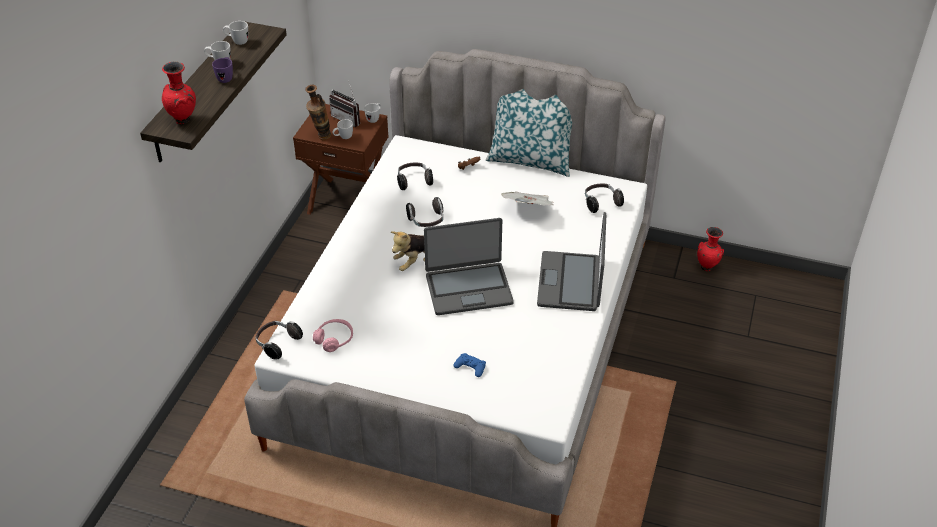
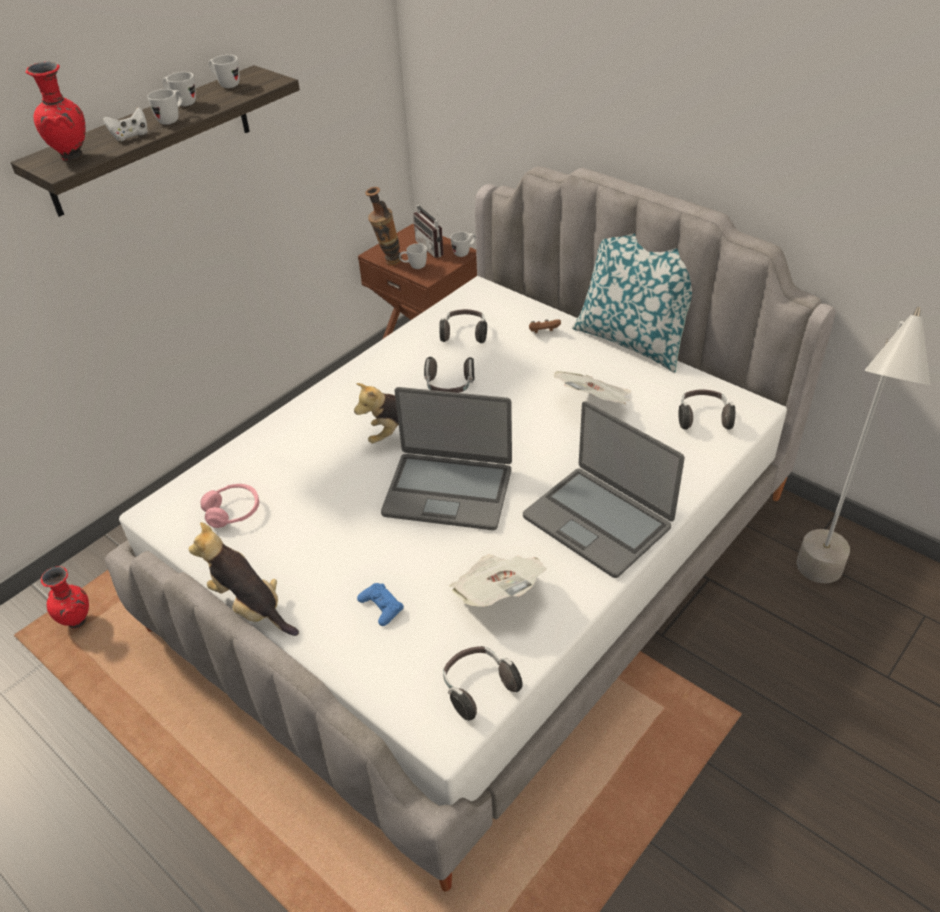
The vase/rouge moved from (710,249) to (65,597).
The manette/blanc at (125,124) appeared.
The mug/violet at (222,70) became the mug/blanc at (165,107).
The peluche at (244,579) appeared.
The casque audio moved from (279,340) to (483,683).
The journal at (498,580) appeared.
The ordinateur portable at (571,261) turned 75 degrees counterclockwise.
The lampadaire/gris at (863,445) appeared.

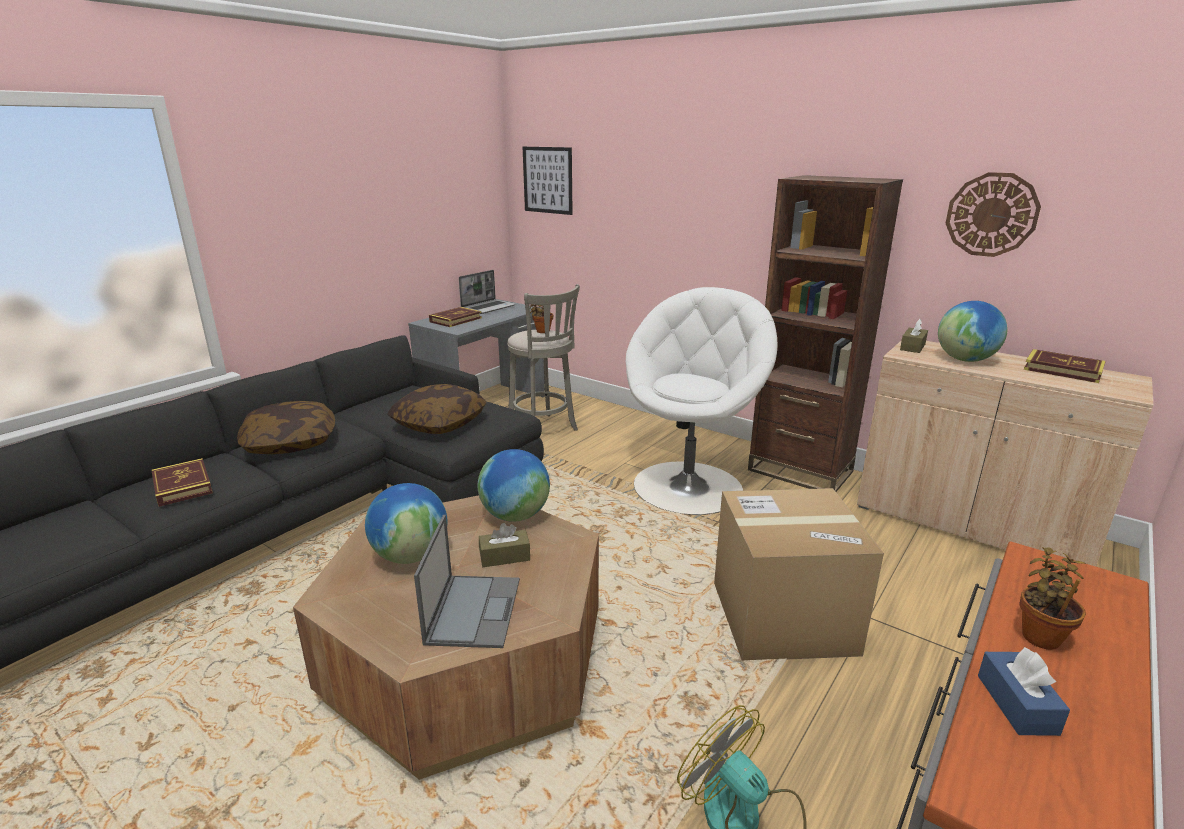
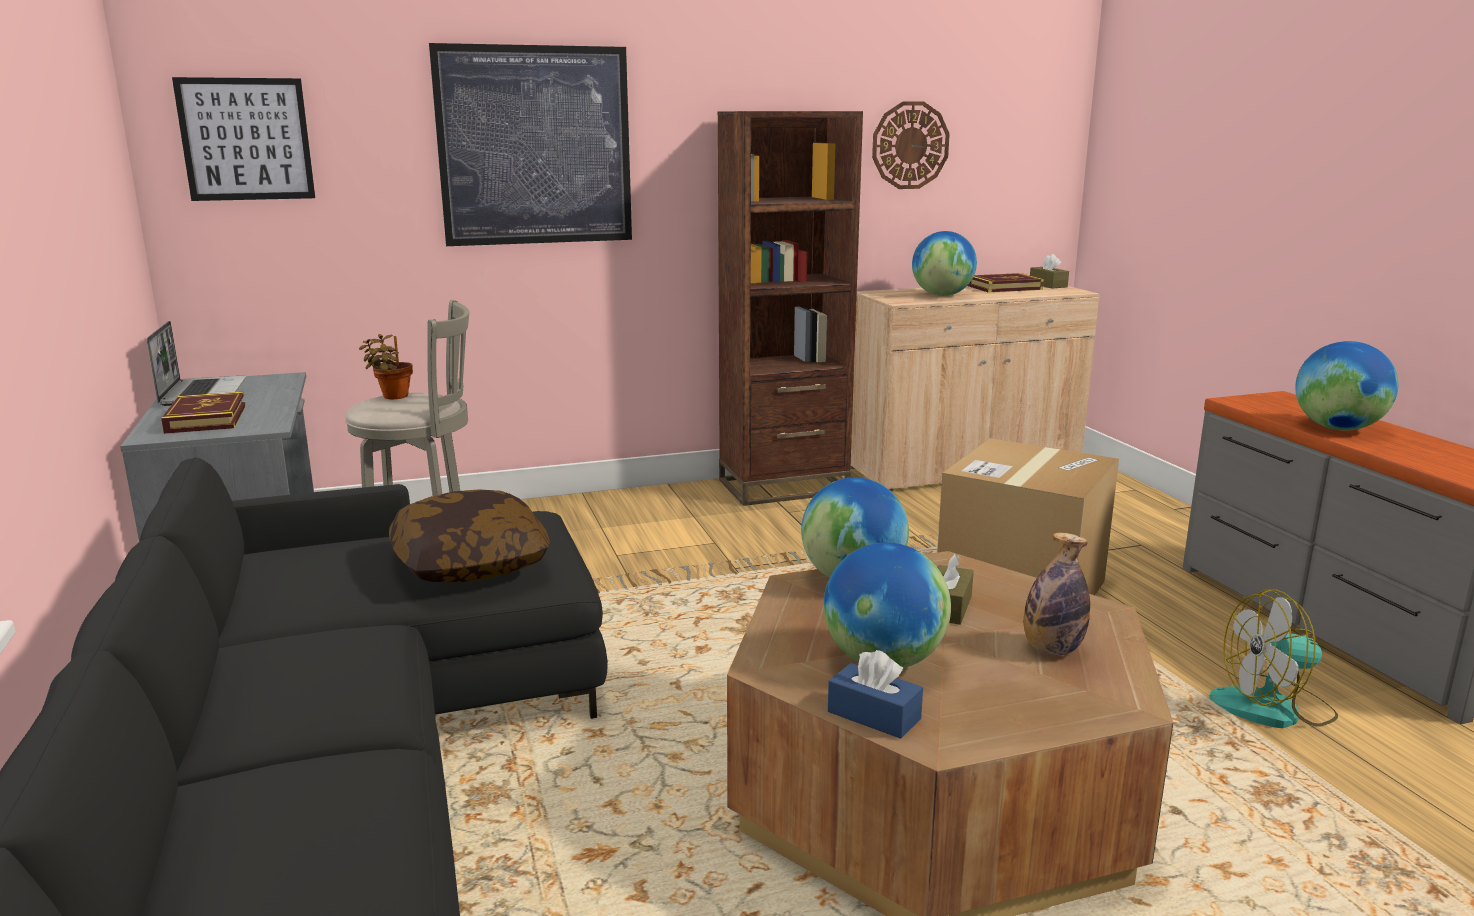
The tableau at (530,144) appeared.
The boîte à mouchoirs/bleu moved from (1024,691) to (875,694).
The ordinateur portable at (467,581) was replaced by the bouteille at (1057,593).
The boîte à mouchoirs/marron moved from (914,336) to (1049,271).
The plante en pot at (1053,598) was replaced by the globe at (1346,386).
The livre at (182,482) disappeared.
The coussin at (286,427) disappeared.
The fauteuil/blanc at (701,401) disappeared.

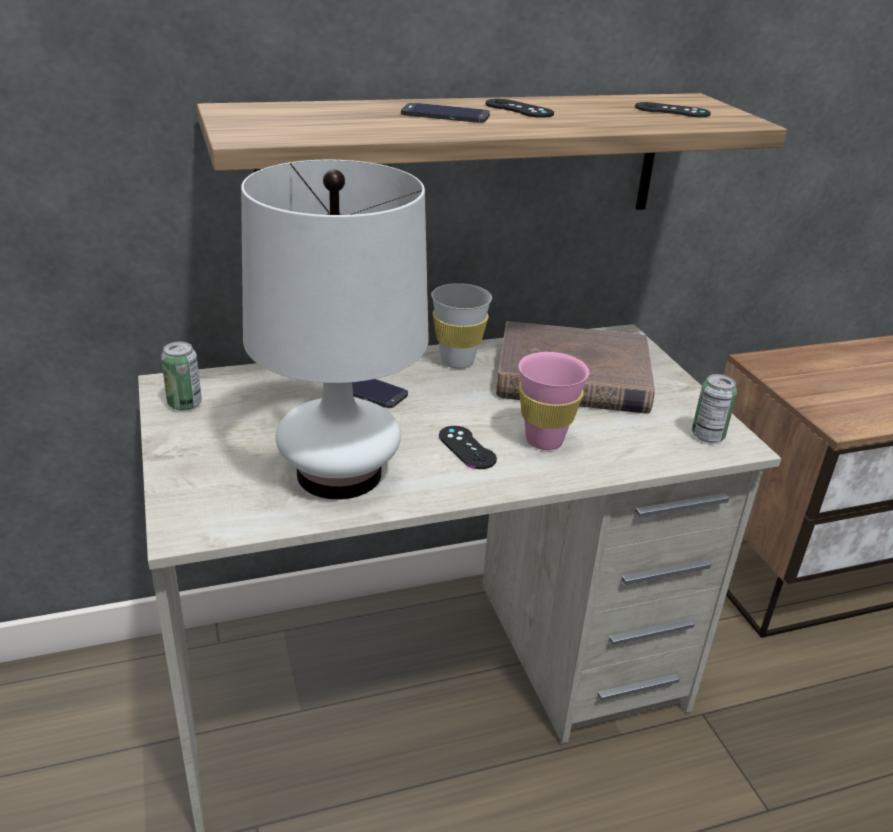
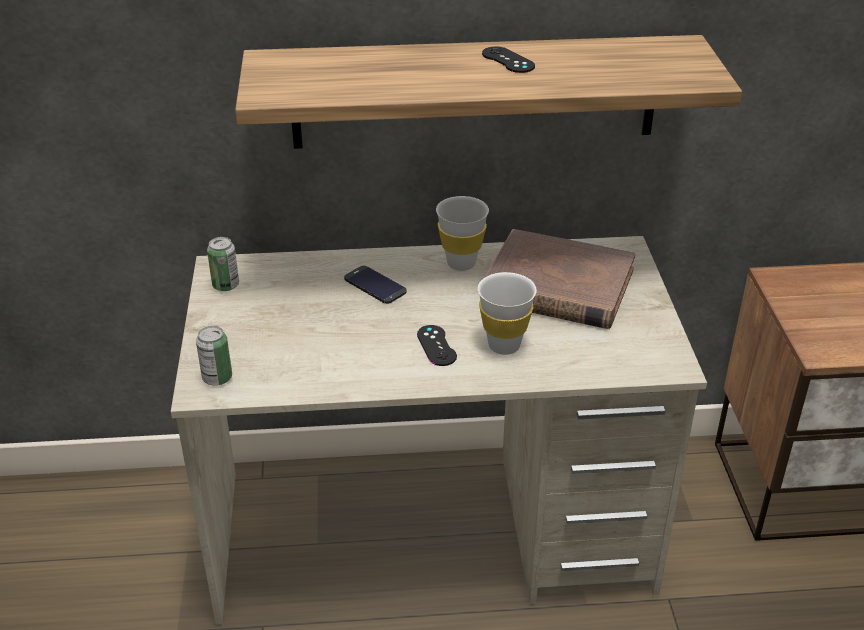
The boîte métallique moved from (714,408) to (214,356).
The tasse/rose at (554,401) became the tasse/blanc at (507,313).
The lampe de table/blanc at (335,329) disappeared.
The téléphone at (445,113) disappeared.
The manette/noir at (673,109) disappeared.

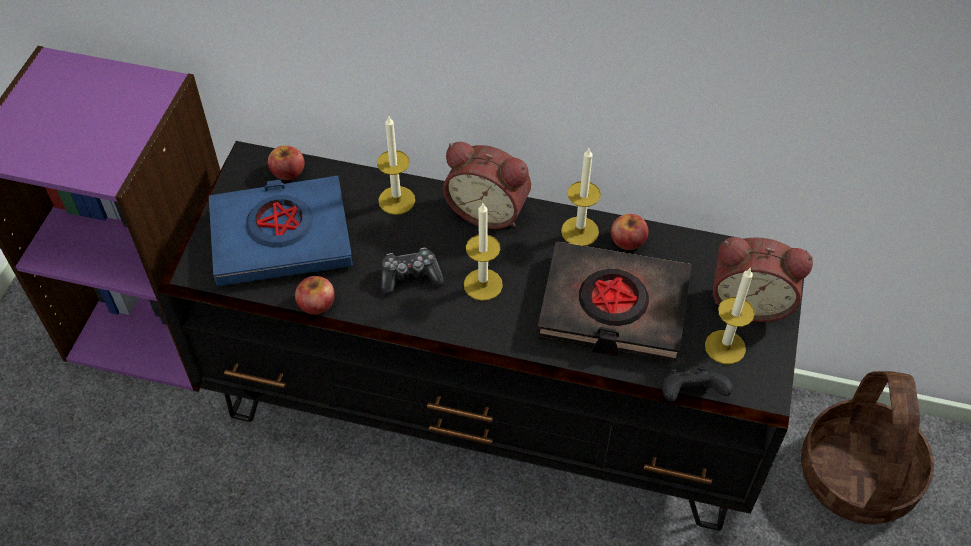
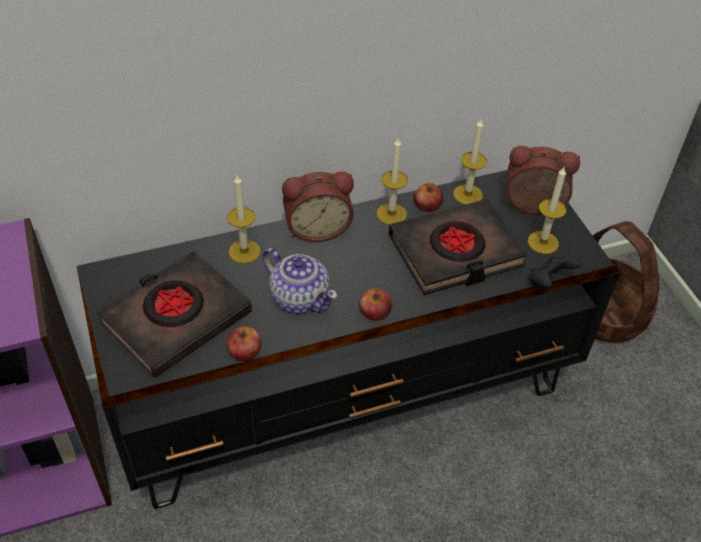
The livre/bleu at (281,231) became the livre/noir at (174,314).
The manette at (412,271) was replaced by the théière at (300,281).
The pomme moved from (286,162) to (375,304).
The bougie moved from (483,252) to (470,162).
The réveil at (763,279) turned 150 degrees counterclockwise.

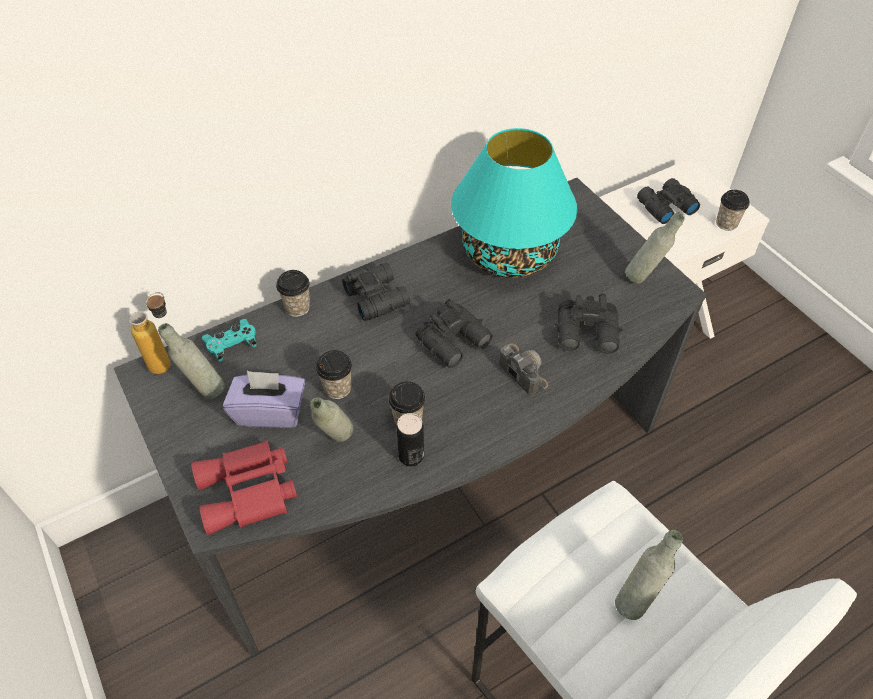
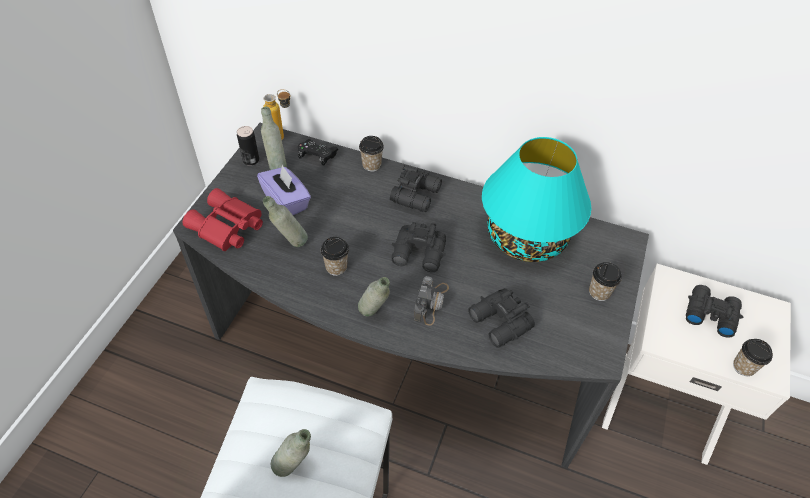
The boîte métallique moved from (410,440) to (248,145).
The manette/turquoise at (229,340) became the manette/noir at (318,152).
The bouteille/gris moved from (654,248) to (374,296).
The tasse moved from (334,374) to (605,281).

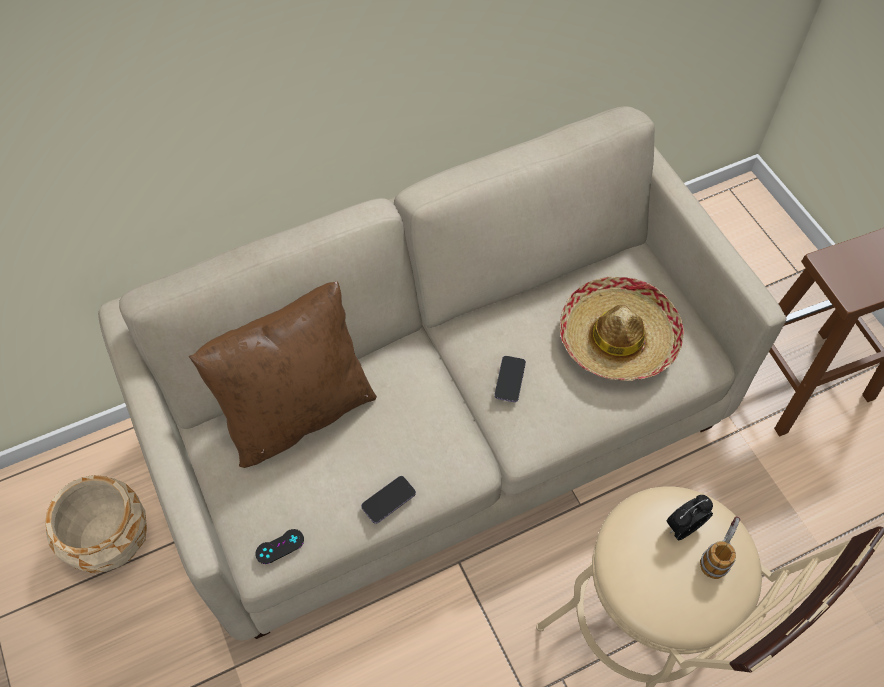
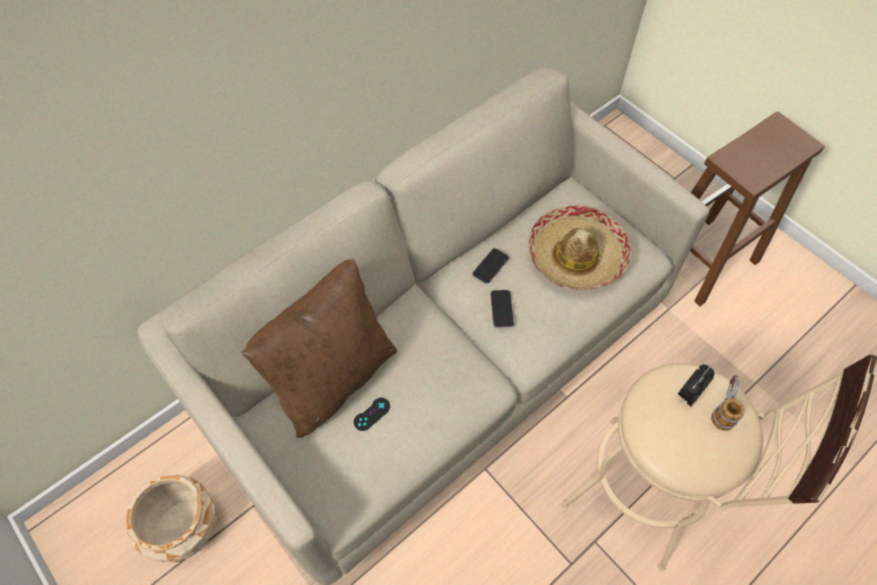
The manette/noir moved from (279,546) to (372,414).
The téléphone moved from (388,500) to (491,266).

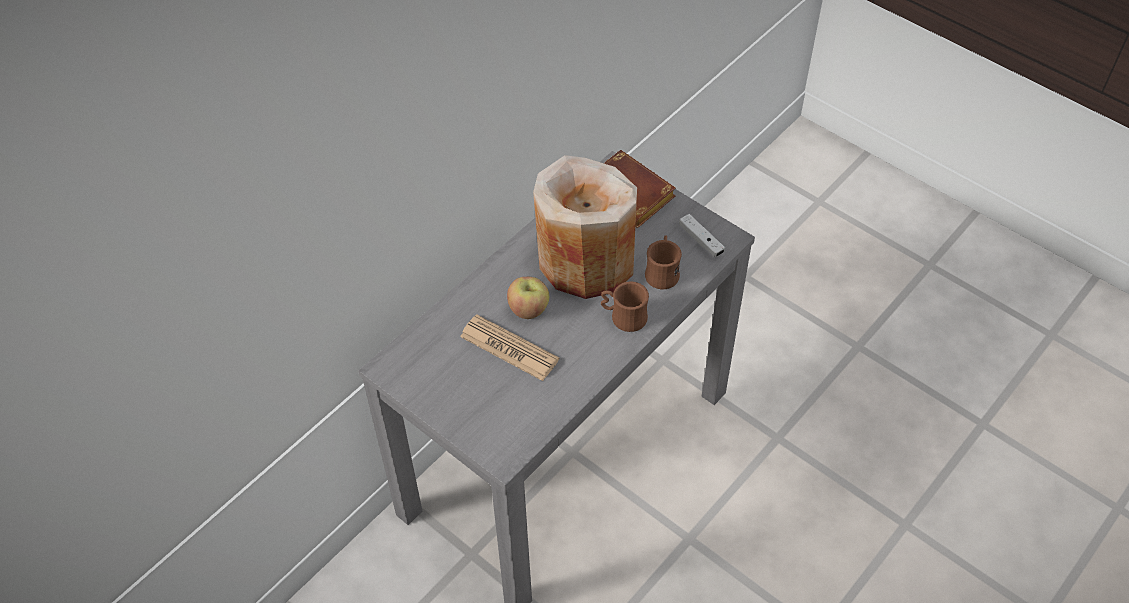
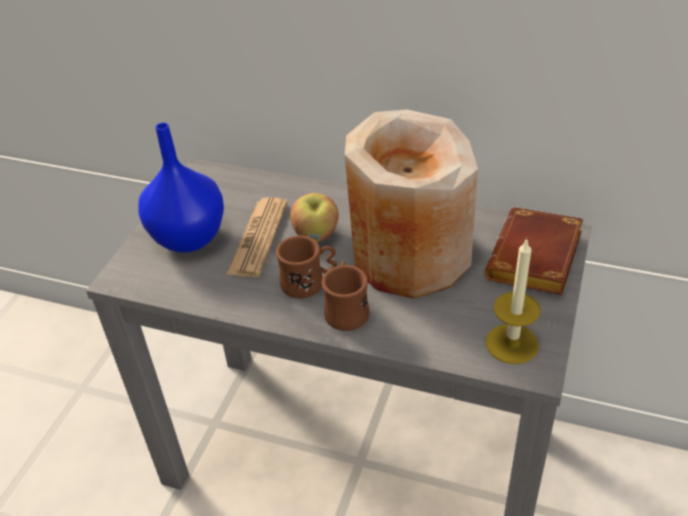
The vase/bleu at (181,188) appeared.
The mug/marron moved from (663,262) to (306,266).
The manette/blanc at (702,235) was replaced by the bougie at (513,301).

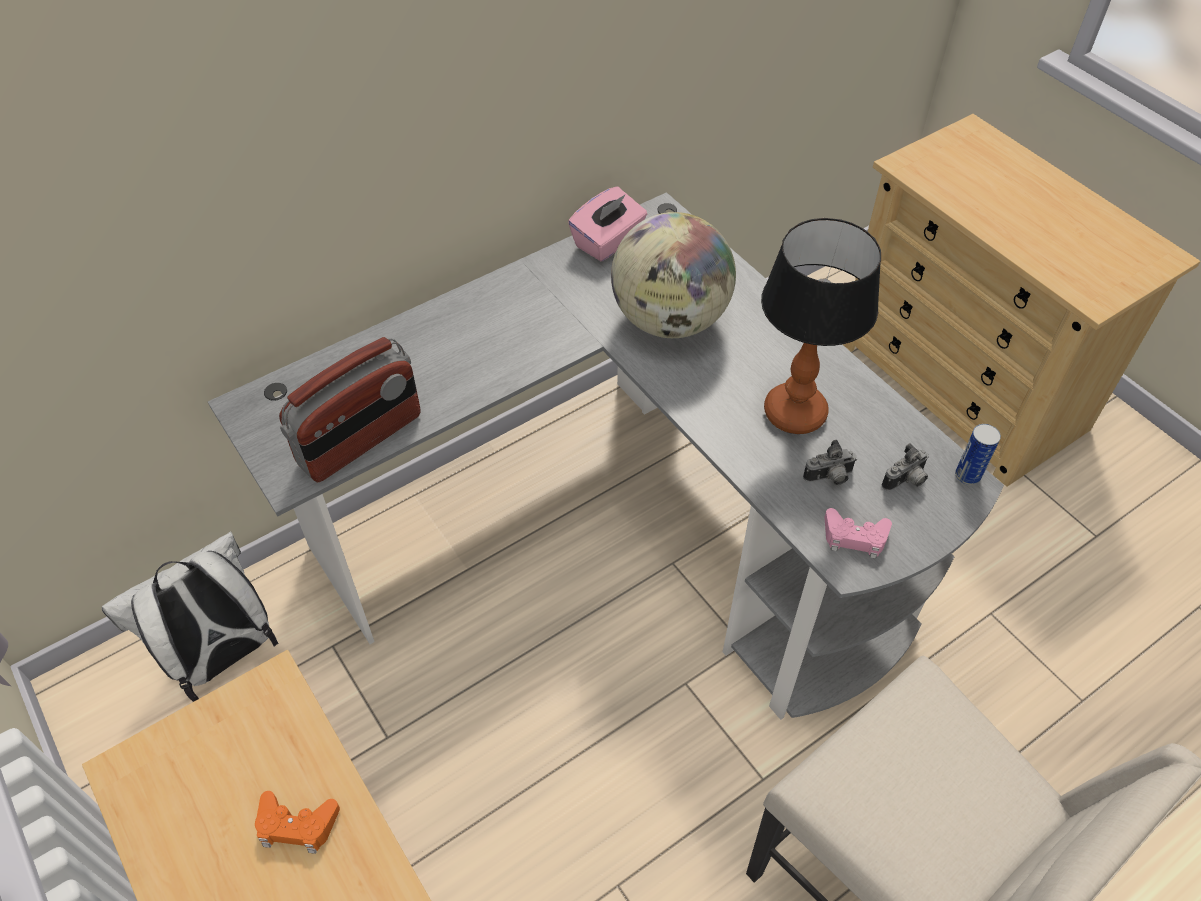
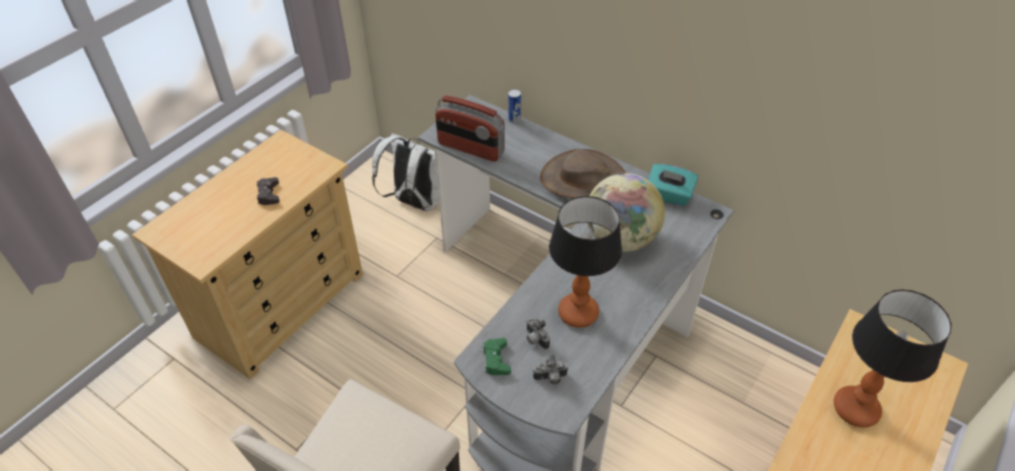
The manette/orange at (297,822) became the manette/noir at (268,191).
The manette/rose at (858,533) became the manette/vert at (496,356).
The boîte métallique moved from (978,454) to (514,106).
The appareil photo at (905,467) turned 45 degrees counterclockwise.
The chapeau/marron at (583,173) appeared.
The boîte à mouchoirs/rose at (607,224) became the boîte à mouchoirs/turquoise at (673,185).
The lampe de table at (893,358) appeared.

